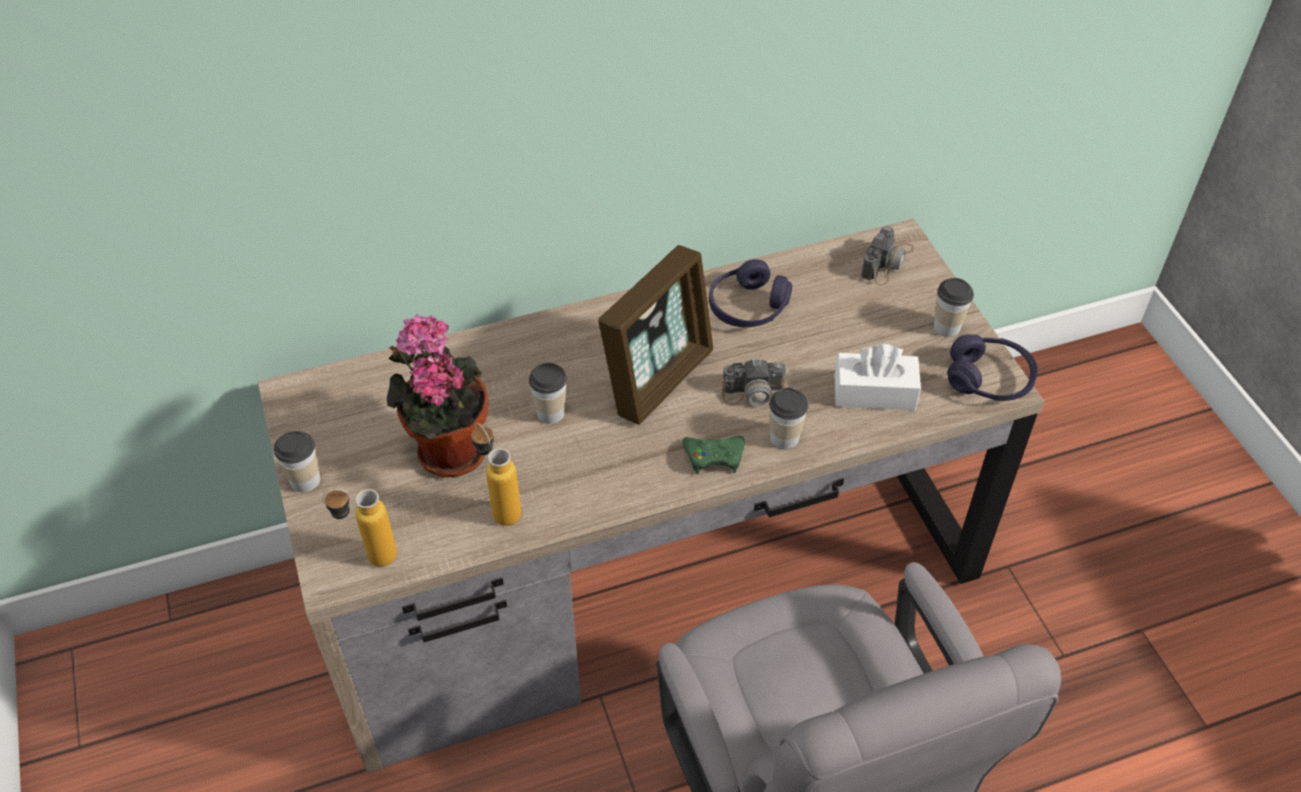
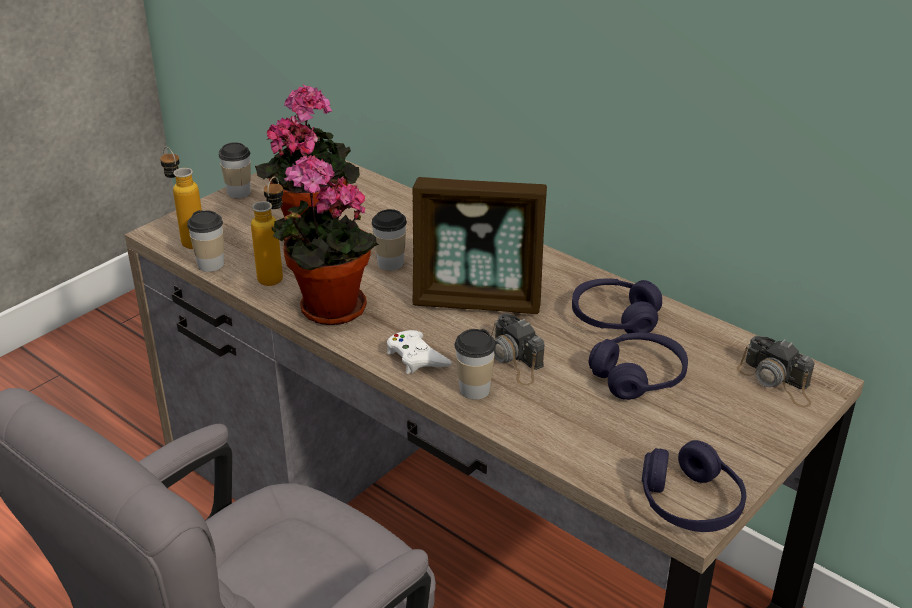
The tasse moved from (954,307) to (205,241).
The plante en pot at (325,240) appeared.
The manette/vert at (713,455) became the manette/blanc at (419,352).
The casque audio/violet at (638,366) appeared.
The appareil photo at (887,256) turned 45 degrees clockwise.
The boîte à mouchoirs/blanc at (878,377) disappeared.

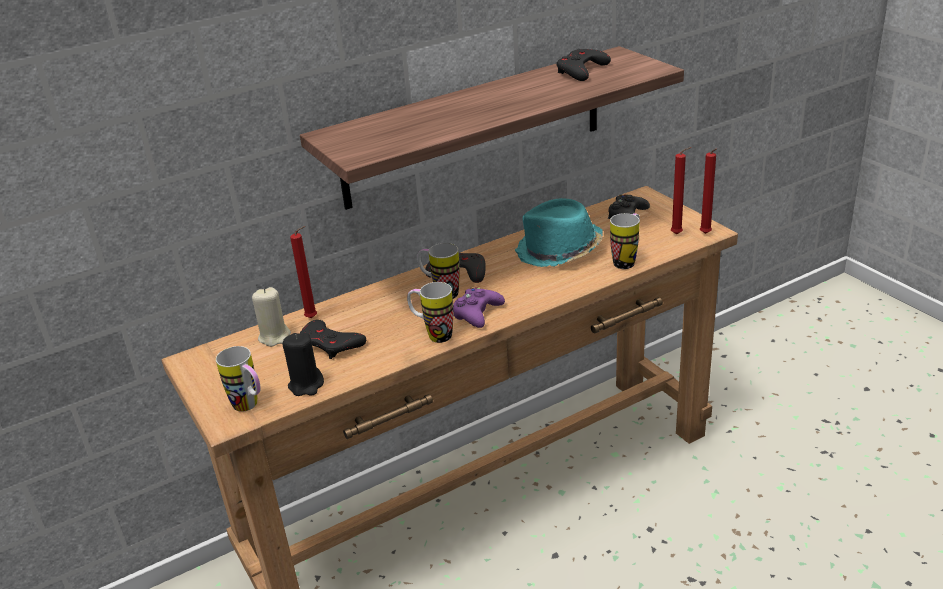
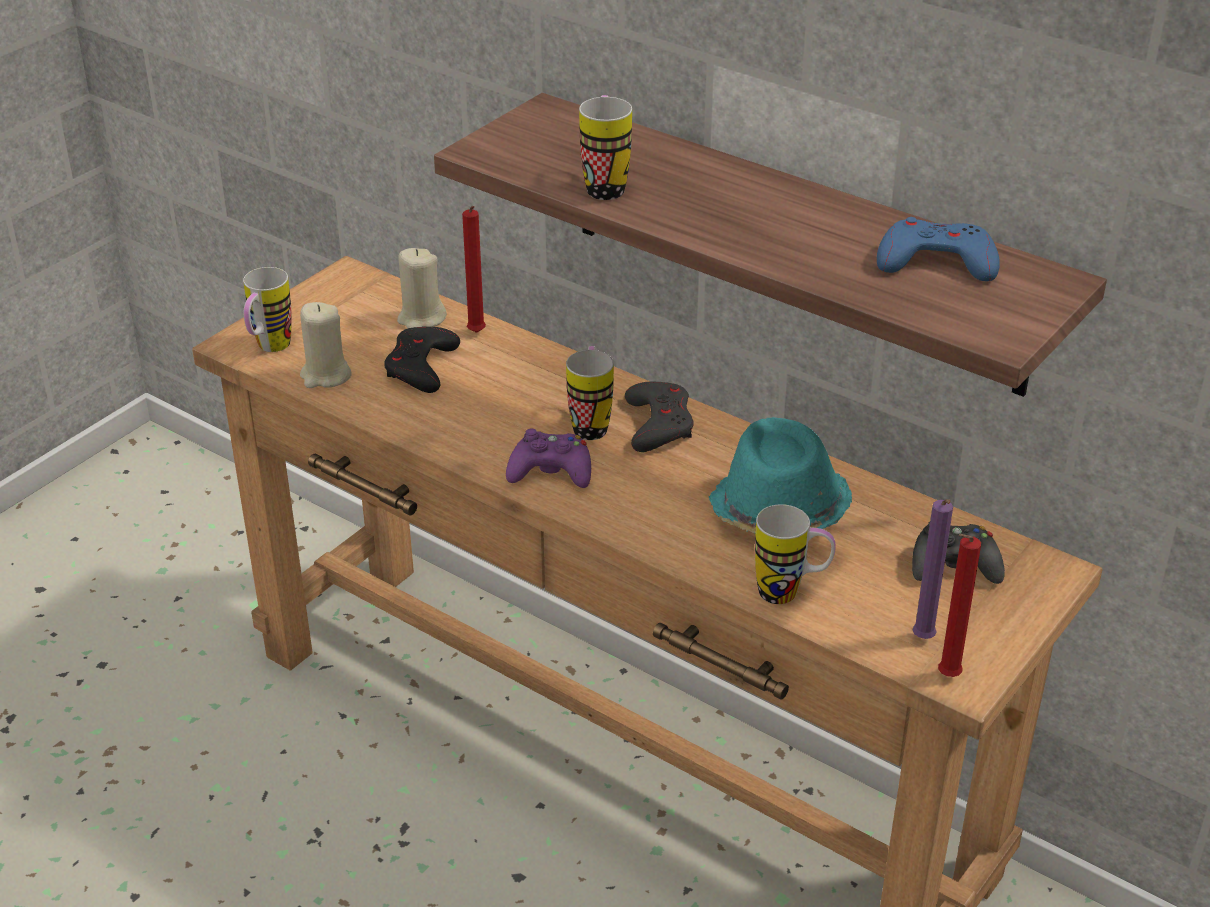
The bougie/noir at (303,364) became the bougie/beige at (326,345).
The mug moved from (430,312) to (605,147).
The manette/noir at (583,65) became the manette/bleu at (938,249).
The bougie/rouge at (681,190) became the bougie/violet at (933,569).

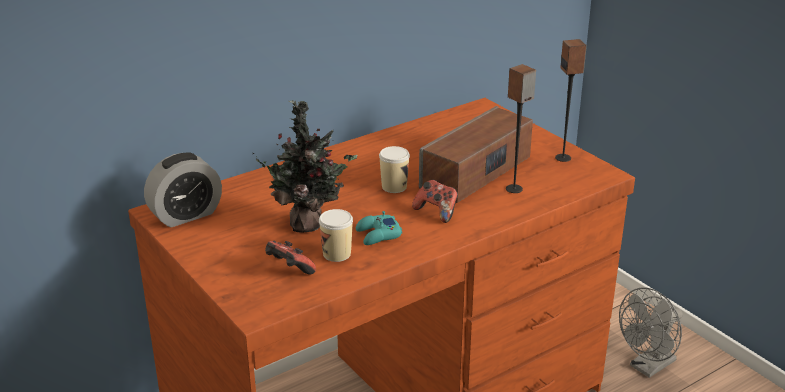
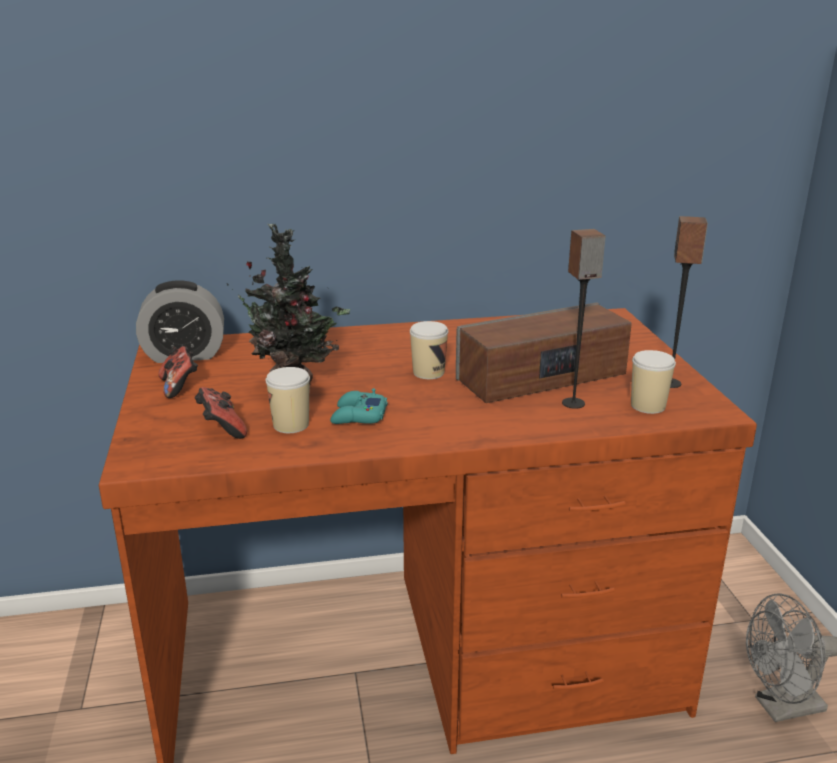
The manette moved from (435,201) to (178,372).
The tasse at (653,382) appeared.

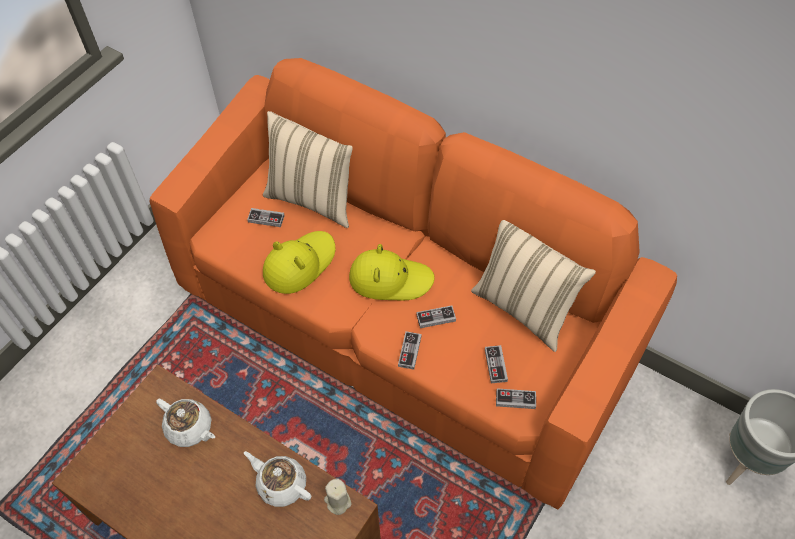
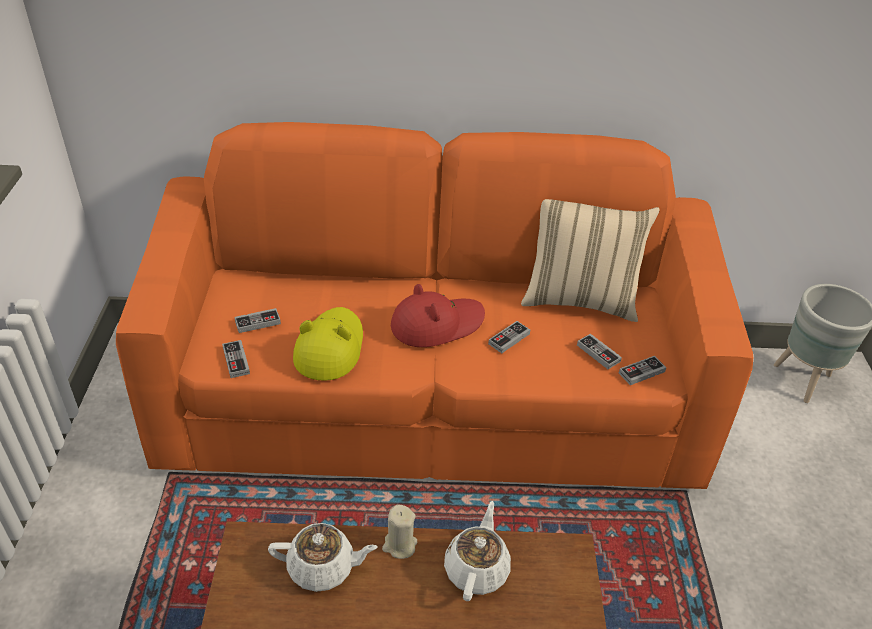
The manette moved from (409,350) to (236,359).
The bougie/beige moved from (337,497) to (399,532).
The chapeau/jaune at (392,272) became the chapeau/rouge at (438,315).
The théière/blanc at (278,479) turned 105 degrees clockwise.
The coussin/beige at (308,169) disappeared.

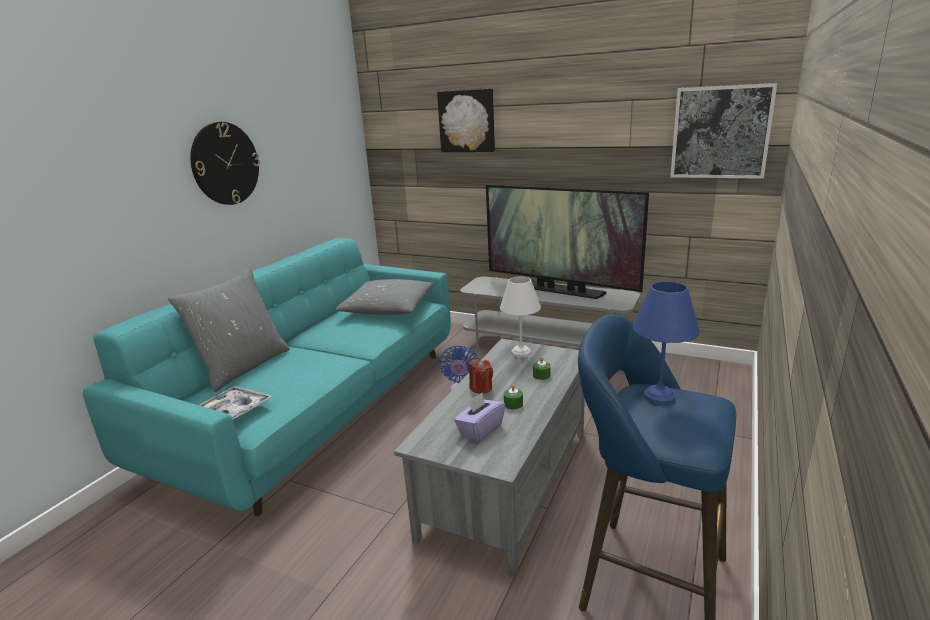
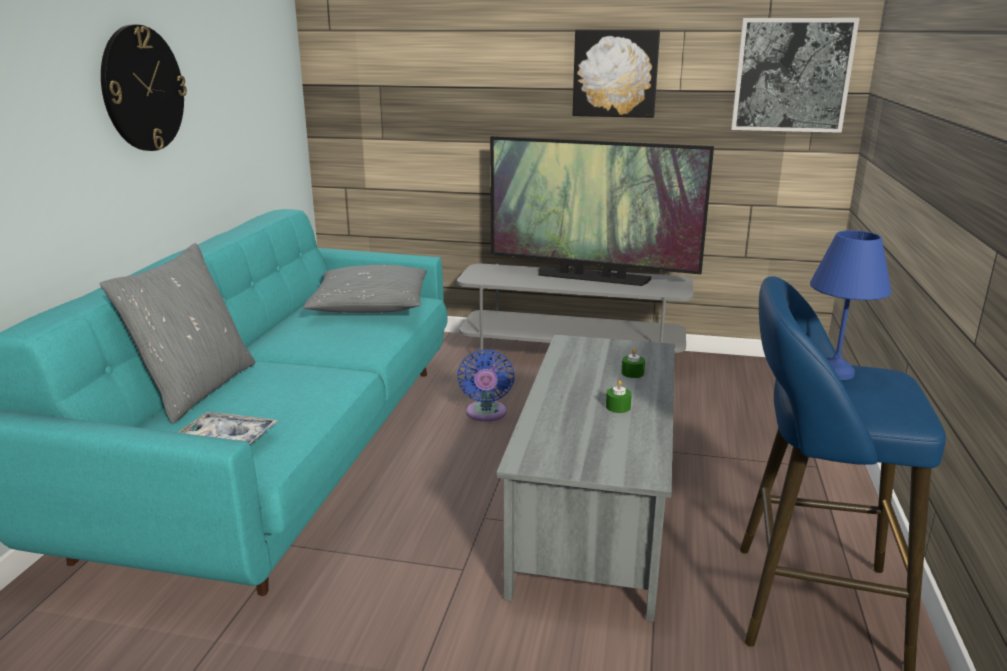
The tableau moved from (466,120) to (616,74).
The boîte à mouchoirs/violet at (479,417) disappeared.
The bougie/rouge at (481,377) disappeared.
The lampe de table/blanc at (520,317) disappeared.

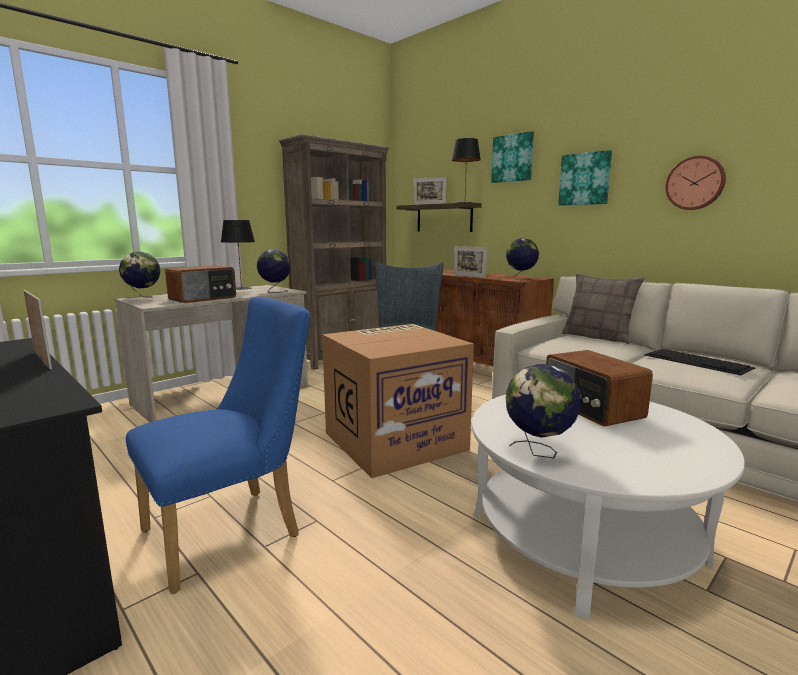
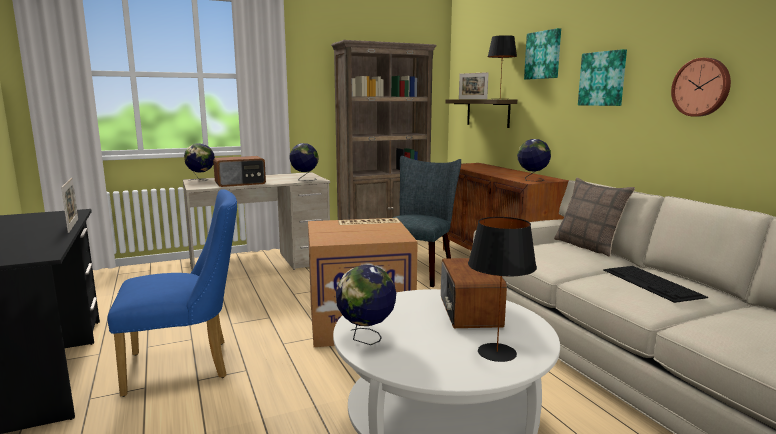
The lampe de table/noir moved from (238,255) to (502,289).
The cadre photo at (470,262) disappeared.

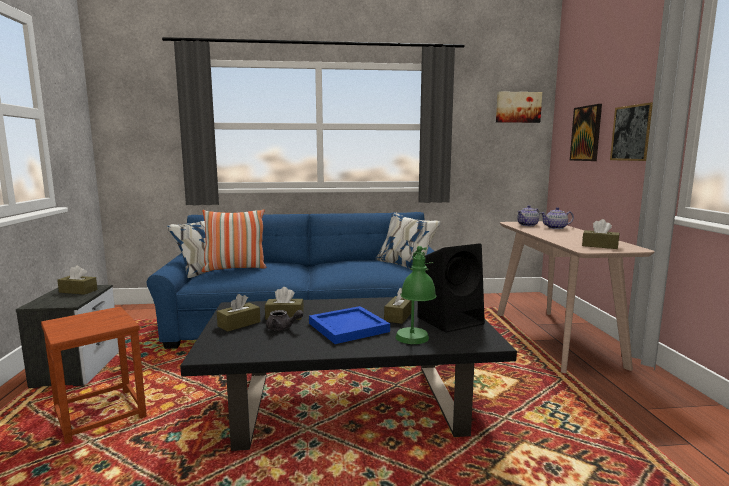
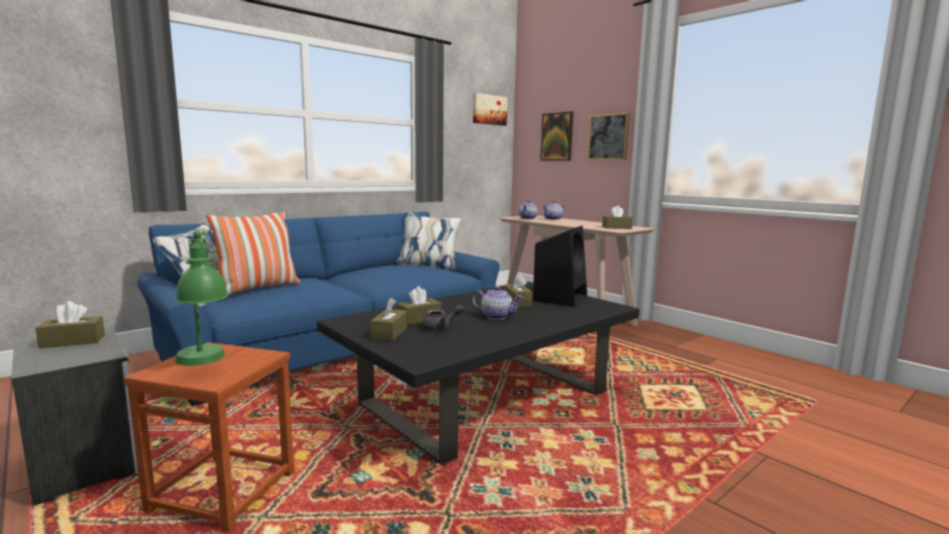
The lampe de table/vert moved from (416,295) to (202,298).
The plateau/bleu at (349,325) was replaced by the théière at (497,303).

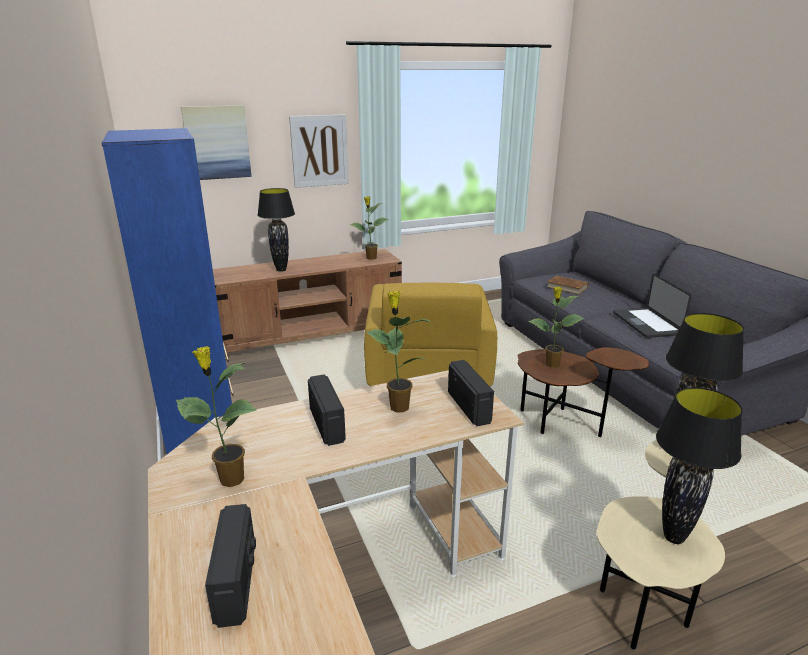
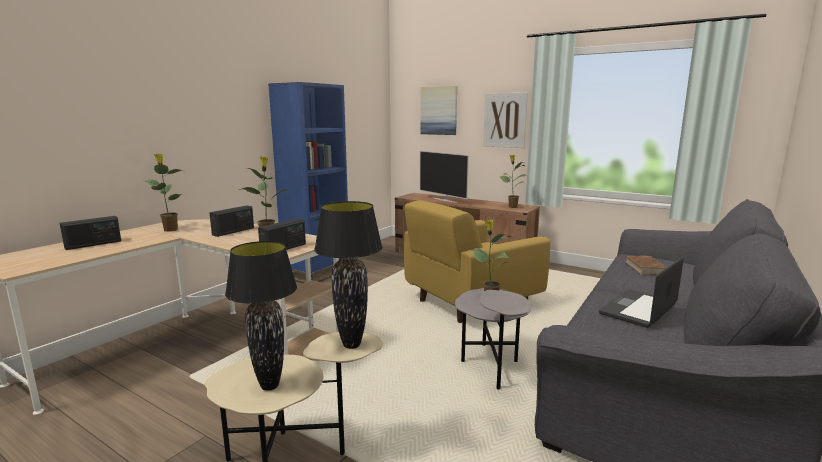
The lampe de table/noir at (276,230) was replaced by the téléviseur at (444,177).
The table d'appoint/marron at (583,392) became the table d'appoint/gris at (493,339).

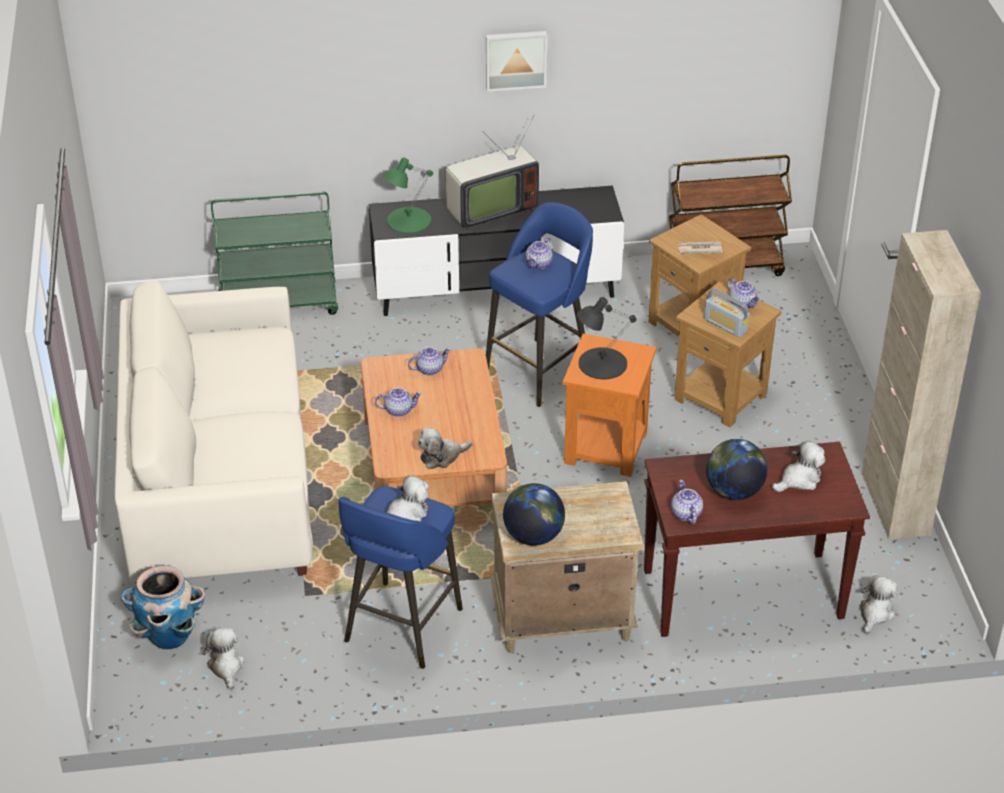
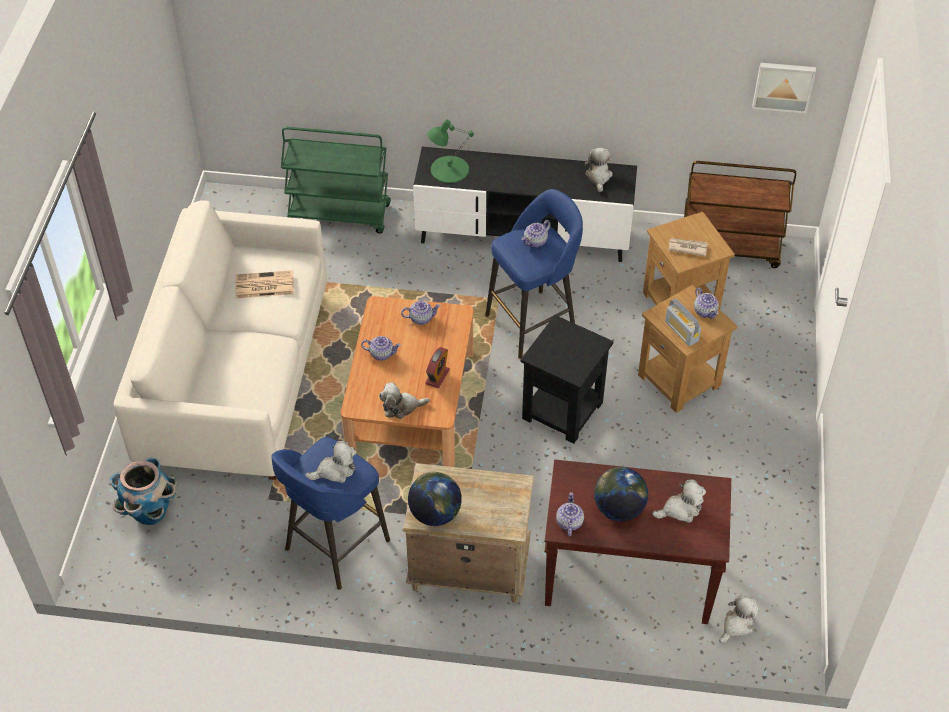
The journal at (265,284) appeared.
The réveil at (437,367) appeared.
The table d'appoint/orange at (610,405) became the table d'appoint/noir at (567,379).
The peluche moved from (224,659) to (598,170).
The tableau moved from (516,61) to (784,88).
The téléviseur at (492,172) disappeared.
The lampe de table/noir at (607,338) disappeared.
The meuble de rangement/beige at (921,384) disappeared.

